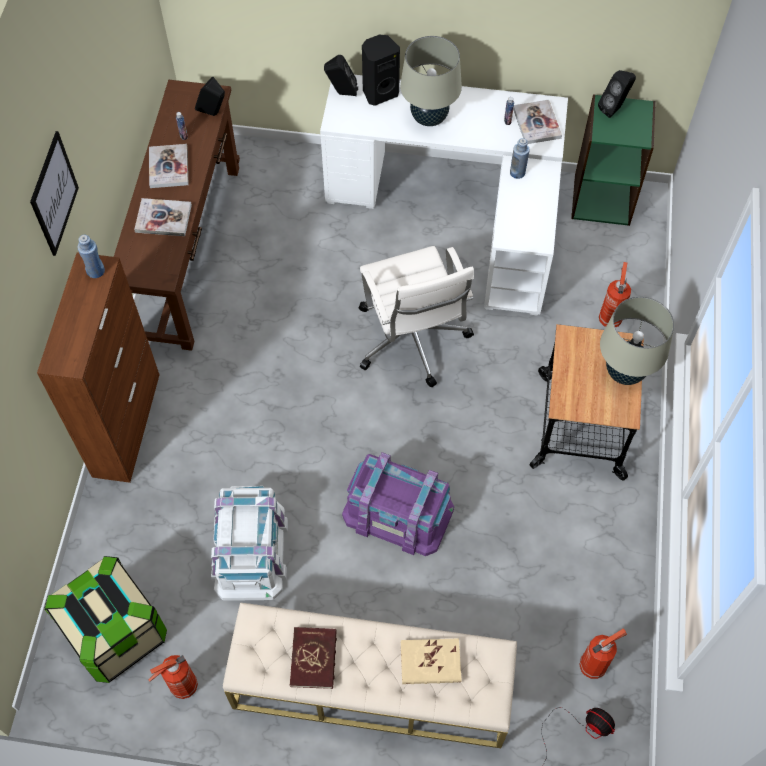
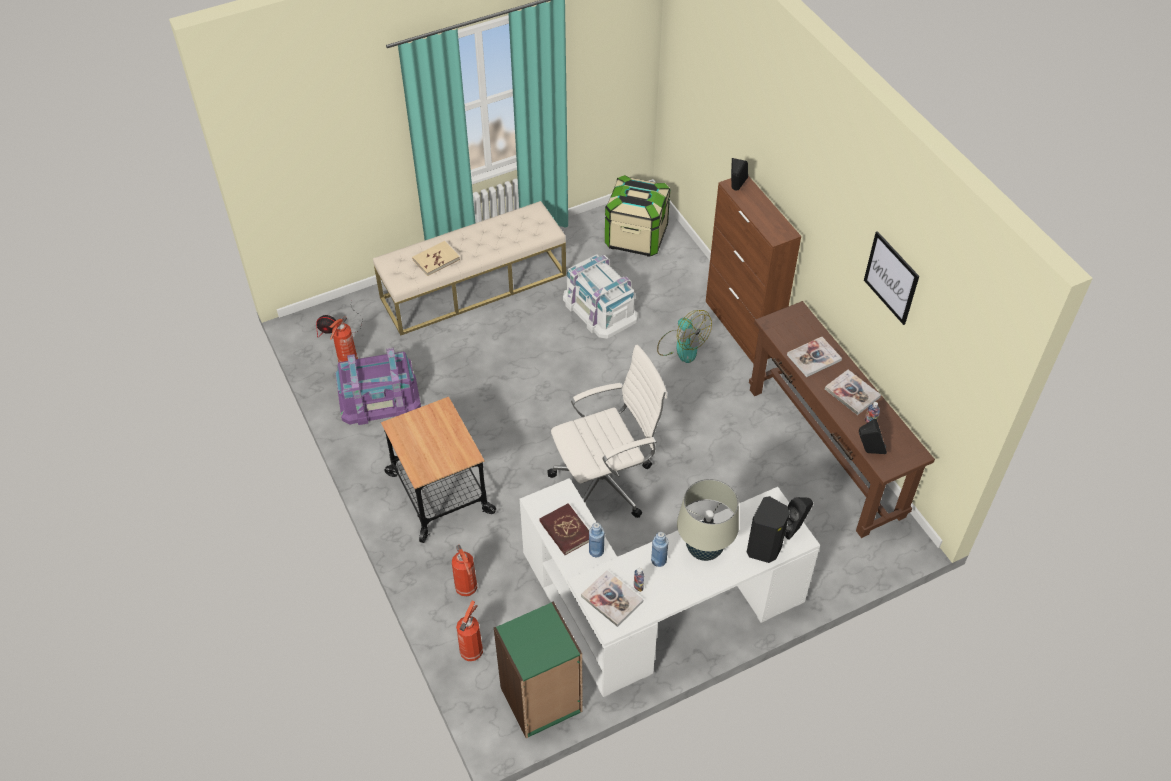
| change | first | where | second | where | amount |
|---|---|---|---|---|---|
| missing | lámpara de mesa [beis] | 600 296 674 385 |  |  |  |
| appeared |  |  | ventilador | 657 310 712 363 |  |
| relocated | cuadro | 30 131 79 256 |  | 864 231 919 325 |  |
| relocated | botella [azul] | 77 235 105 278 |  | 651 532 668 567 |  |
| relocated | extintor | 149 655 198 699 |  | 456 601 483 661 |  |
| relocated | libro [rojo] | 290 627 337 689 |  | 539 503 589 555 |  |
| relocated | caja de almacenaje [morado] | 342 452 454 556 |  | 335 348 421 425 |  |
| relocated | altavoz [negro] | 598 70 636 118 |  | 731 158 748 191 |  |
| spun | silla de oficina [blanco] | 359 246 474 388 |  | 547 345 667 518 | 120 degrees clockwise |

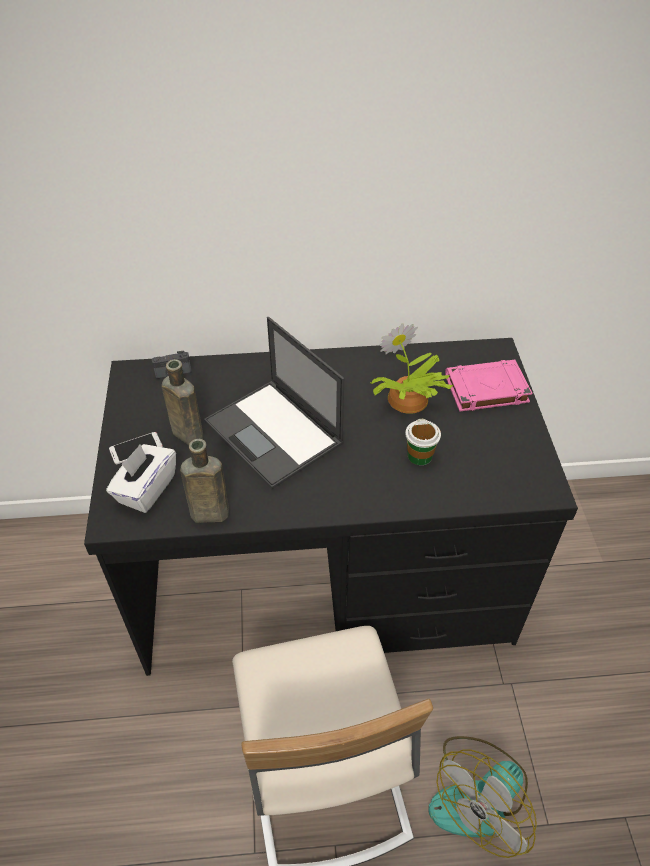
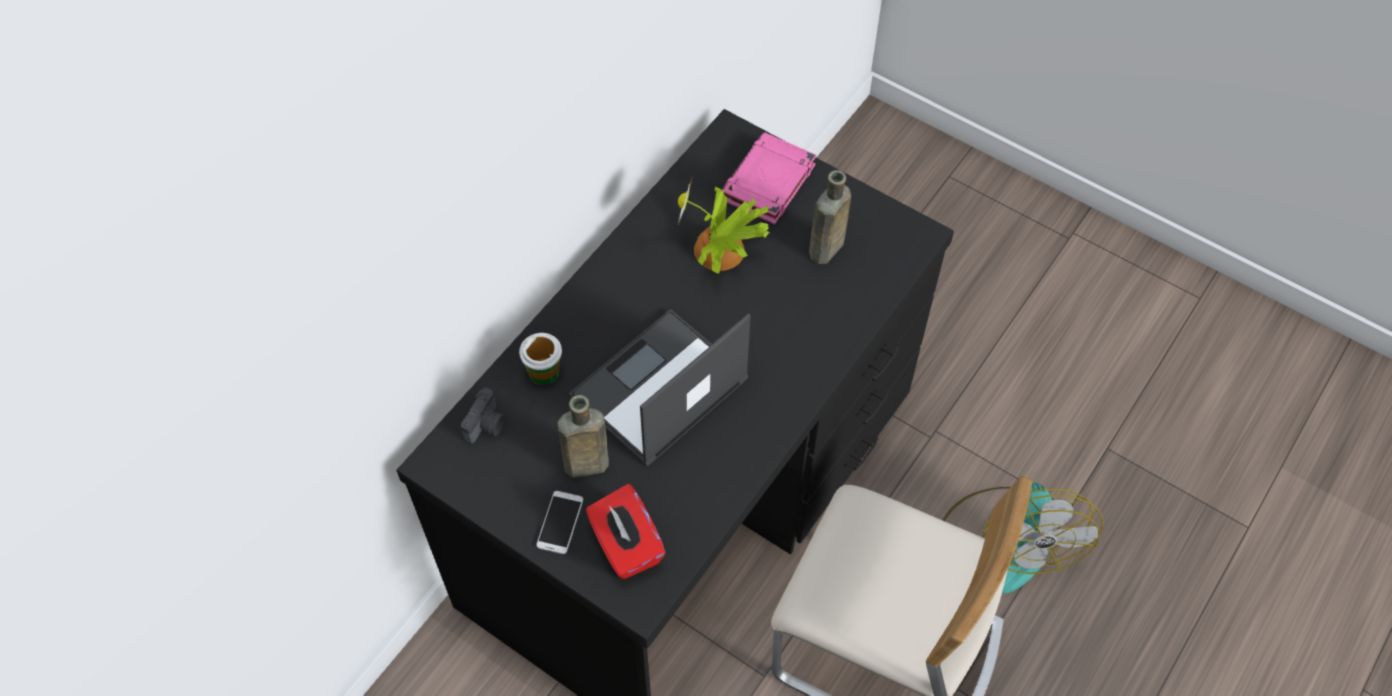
| change | first | where | second | where | amount |
|---|---|---|---|---|---|
| relocated | botella [marrón] | 181 439 229 523 |  | 809 170 851 264 |  |
| relocated | taza | 405 419 441 465 |  | 519 333 562 385 |  |
| colour | caja de pañuelos [blanco] | 106 444 176 513 | caja de pañuelos [rojo] | 586 484 666 579 |  |
| spun | portátil | 204 317 344 490 |  | 569 309 750 466 | 135 degrees clockwise |

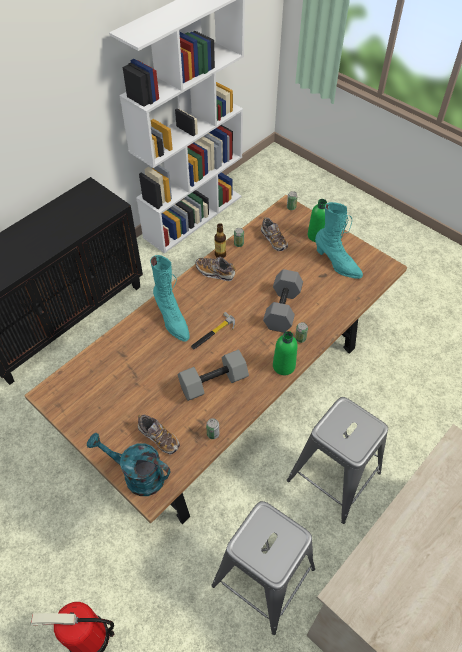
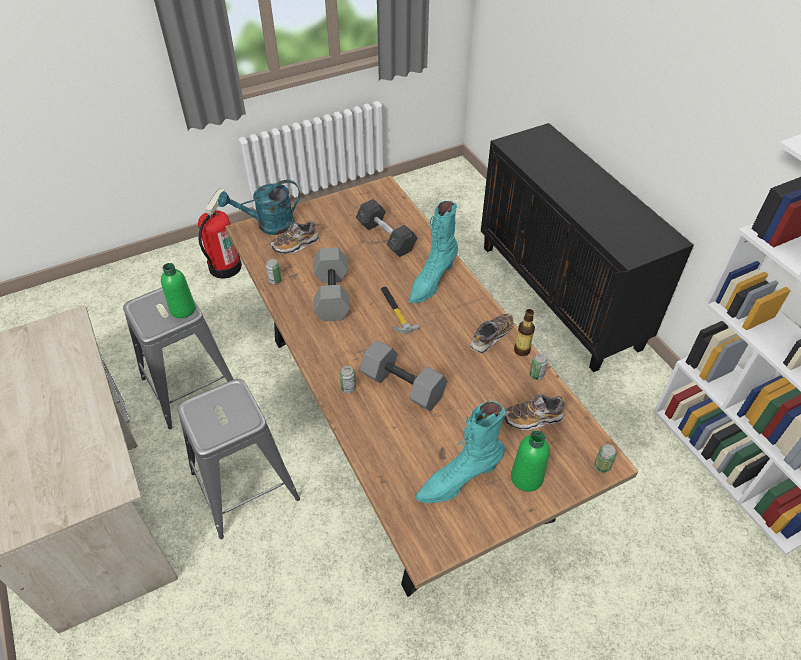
| change | first | where | second | where | amount |
|---|---|---|---|---|---|
| appeared |  |  | mancuerna [gris] | 356 199 417 257 |  |
| relocated | botella [verde] | 273 331 298 375 |  | 161 263 195 318 |  |
| spun | regadera [turquesa] | 87 433 171 496 |  | 218 180 300 235 | 150 degrees counterclockwise |
| spun | bota [turquesa] | 150 255 190 342 |  | 409 201 458 303 | 45 degrees counterclockwise |

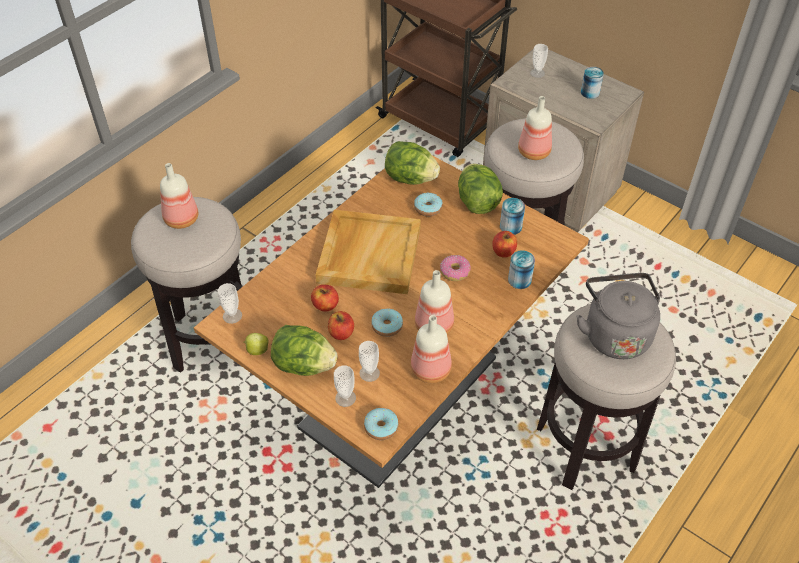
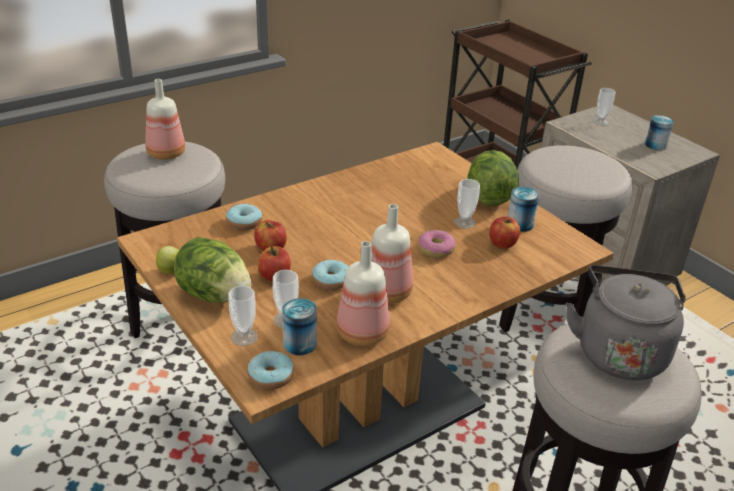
| change | first | where | second | where | amount |
|---|---|---|---|---|---|
| missing | bandeja [beis] | 316 210 421 294 |  |  |  |
| missing | lechuga | 385 141 440 185 |  |  |  |
| missing | botella | 518 96 552 160 |  |  |  |
| relocated | taza | 218 283 242 324 |  | 454 179 480 229 |  |
| relocated | rosquilla | 414 193 443 217 |  | 226 203 262 230 |  |
| relocated | lata | 508 250 535 289 |  | 282 298 317 356 |  |

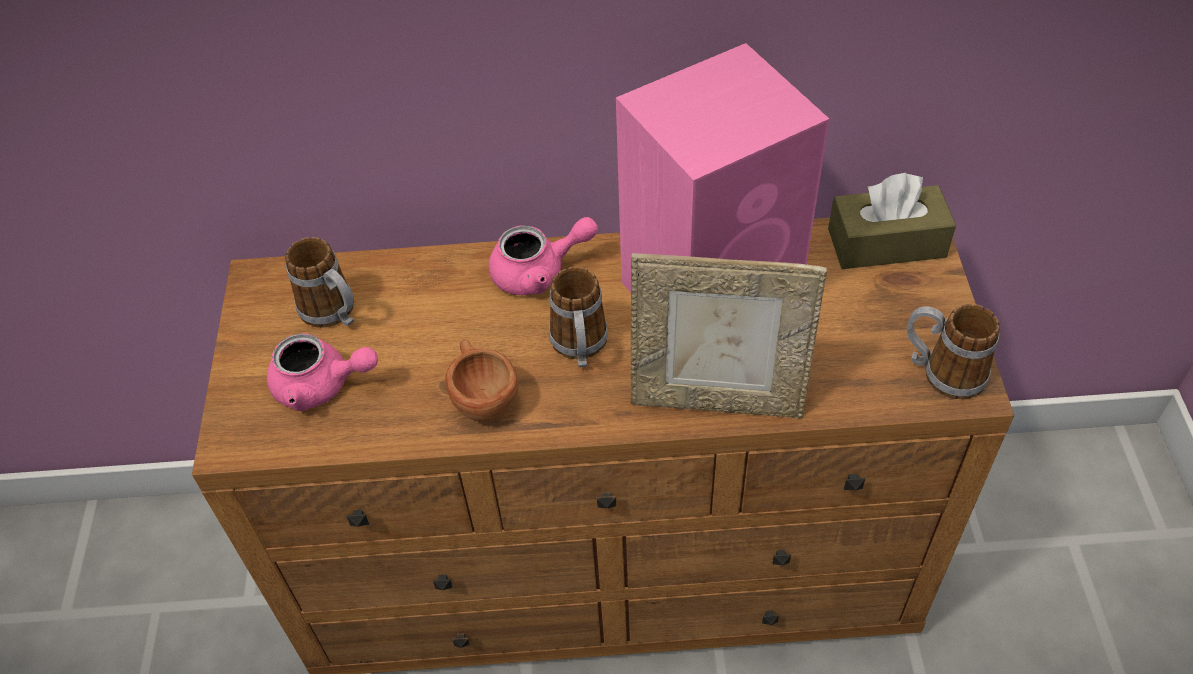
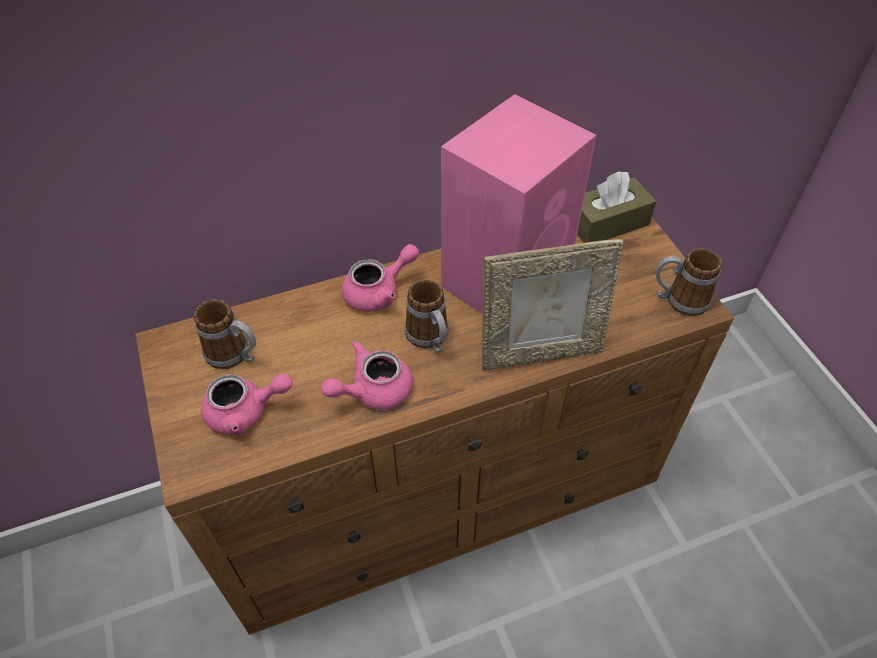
| change | first | where | second | where | amount |
|---|---|---|---|---|---|
| exchanged | taza [marrón] | 445 339 519 422 | tetera [rosa] | 321 340 413 410 |  |

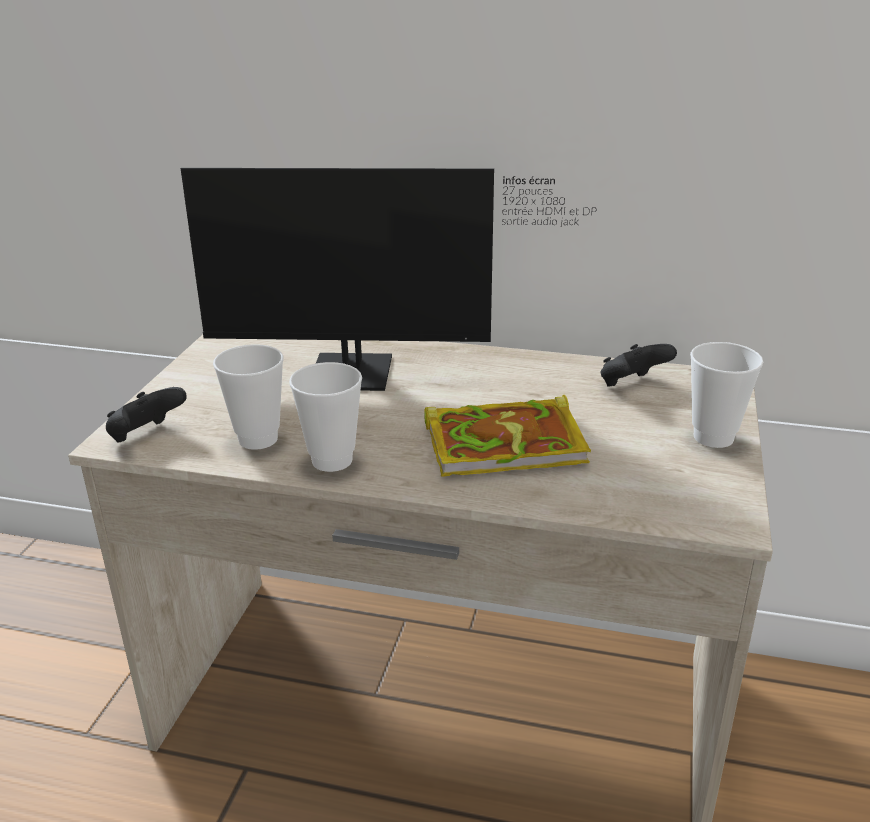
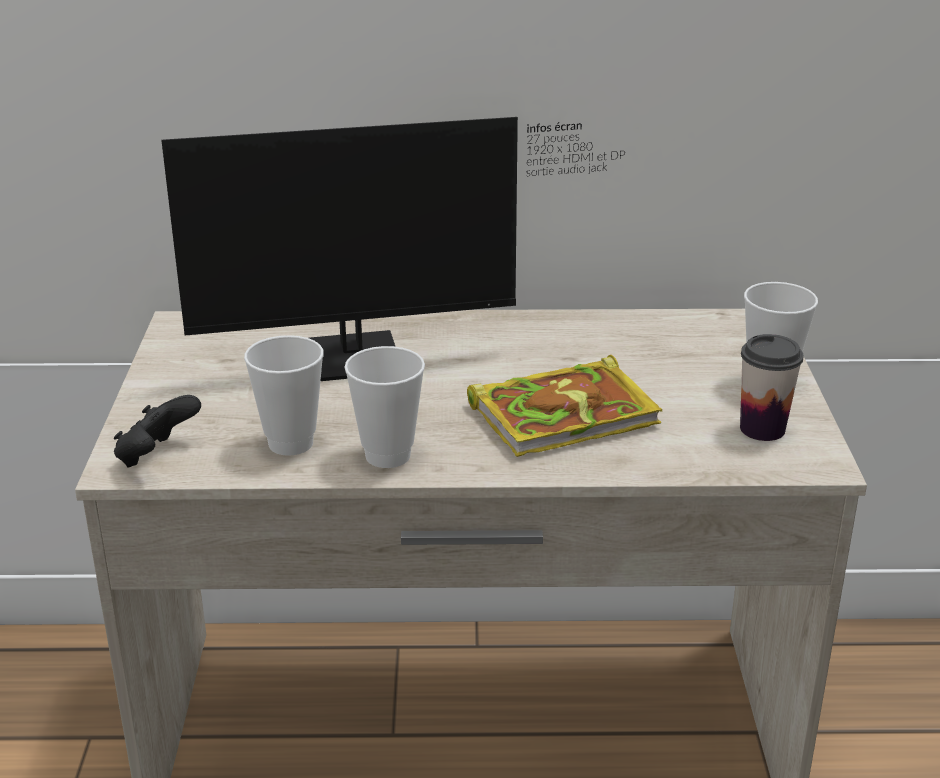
| change | first | where | second | where | amount |
|---|---|---|---|---|---|
| missing | mando de consola [negro] | 600 344 677 387 |  |  |  |
| appeared |  |  | taza | 740 334 804 441 |  |

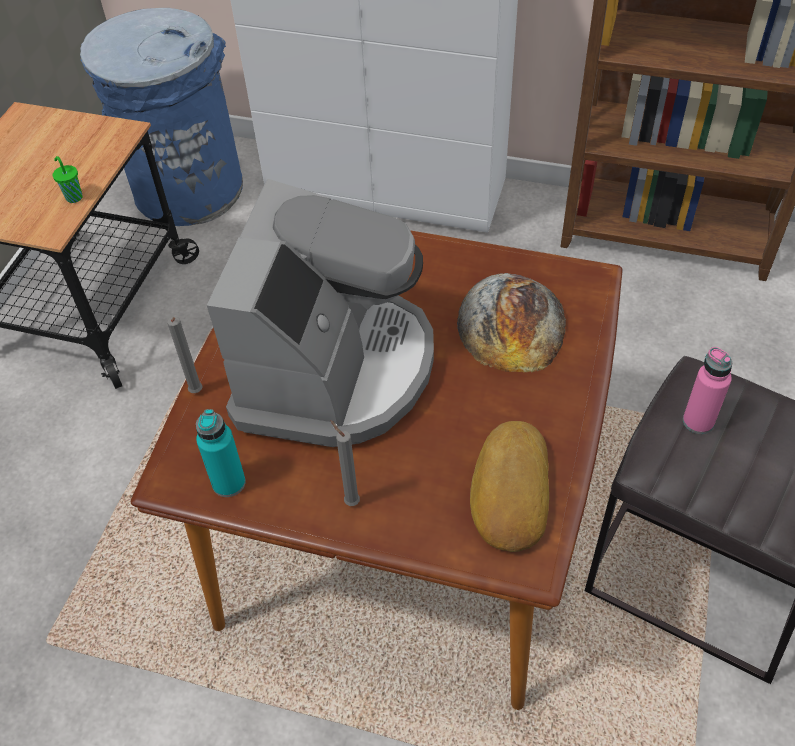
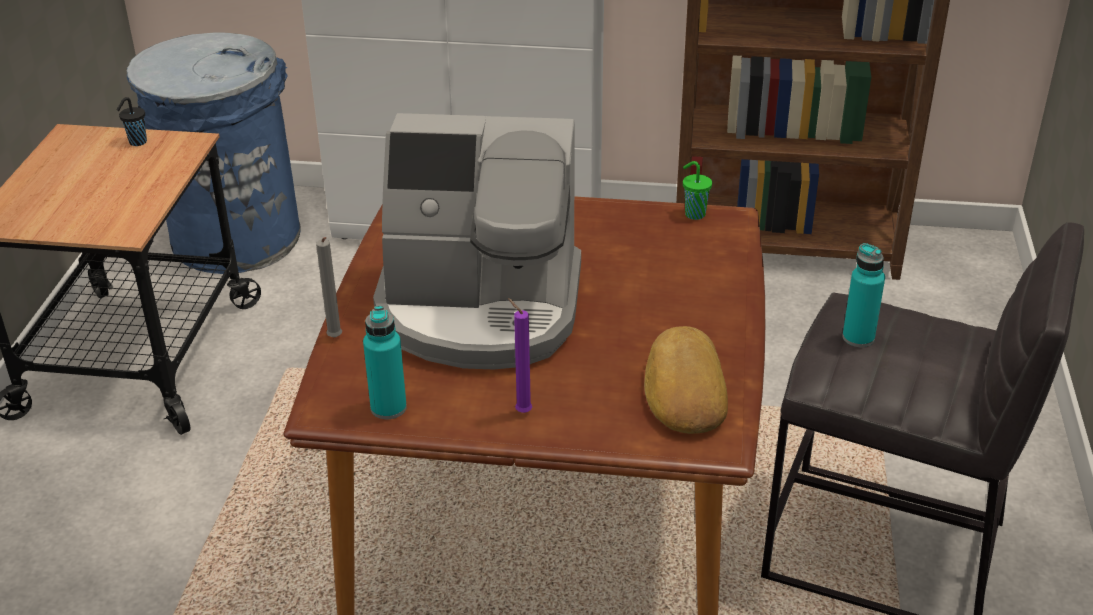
| change | first | where | second | where | amount |
|---|---|---|---|---|---|
| missing | pan | 457 273 566 373 |  |  |  |
| appeared |  |  | taza [negro] | 117 97 147 146 |  |
| relocated | taza [verde] | 53 156 83 203 |  | 683 161 712 220 |  |
| colour | vela [gris] | 331 420 360 506 | vela [morado] | 508 298 532 413 |  |
| colour | botella [rosa] | 683 347 732 434 | botella [turquesa] | 842 243 885 347 |  |
| spun | cafetera | 207 179 434 447 |  | 373 113 581 369 | 90 degrees clockwise |

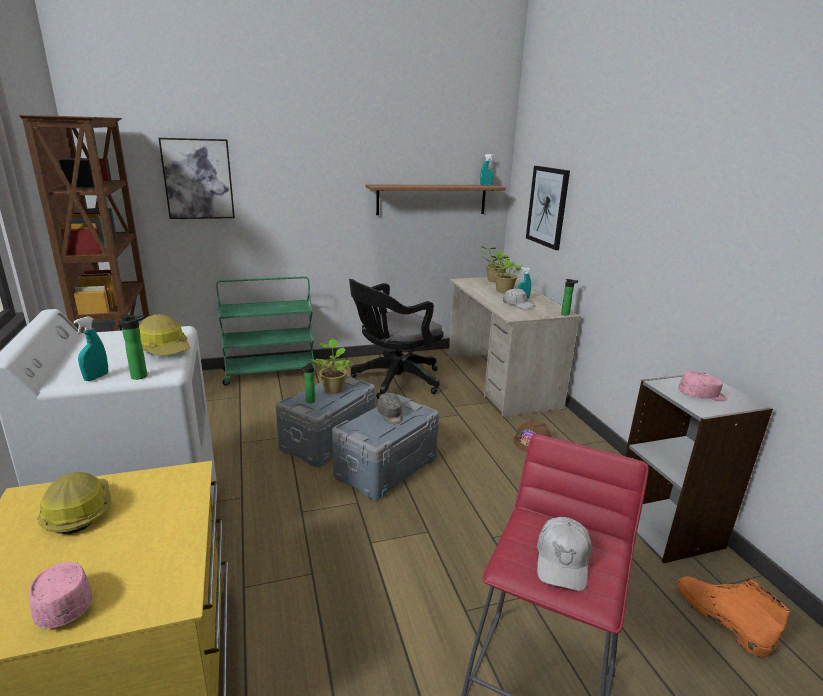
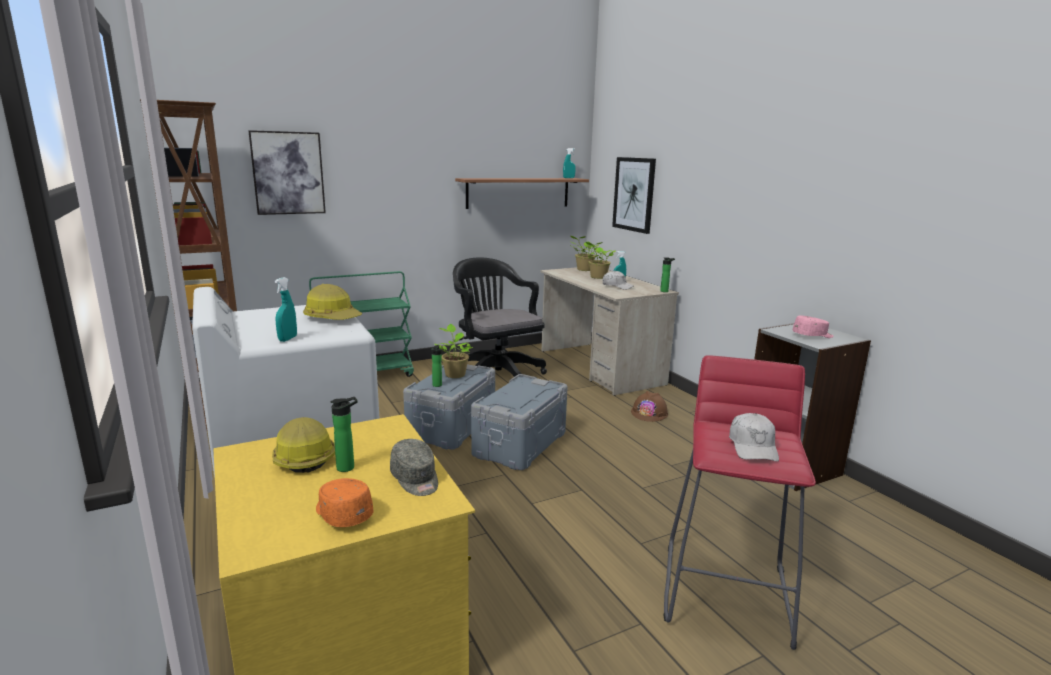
| change | first | where | second | where | amount |
|---|---|---|---|---|---|
| missing | bota [naranja] | 677 576 790 659 |  |  |  |
| relocated | botella | 119 315 147 380 |  | 331 397 358 472 |  |
| relocated | gorra [gris] | 378 393 403 424 |  | 390 439 438 496 |  |
| colour | gorra [rosa] | 29 562 92 628 | gorra [naranja] | 316 478 373 527 |  |
| spun | silla de oficina [negro] | 349 279 444 399 |  | 453 257 547 377 | 105 degrees clockwise |

